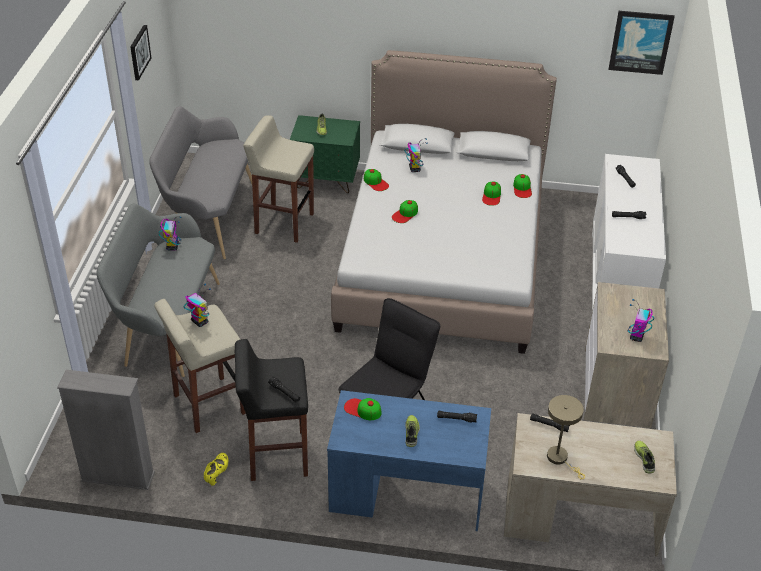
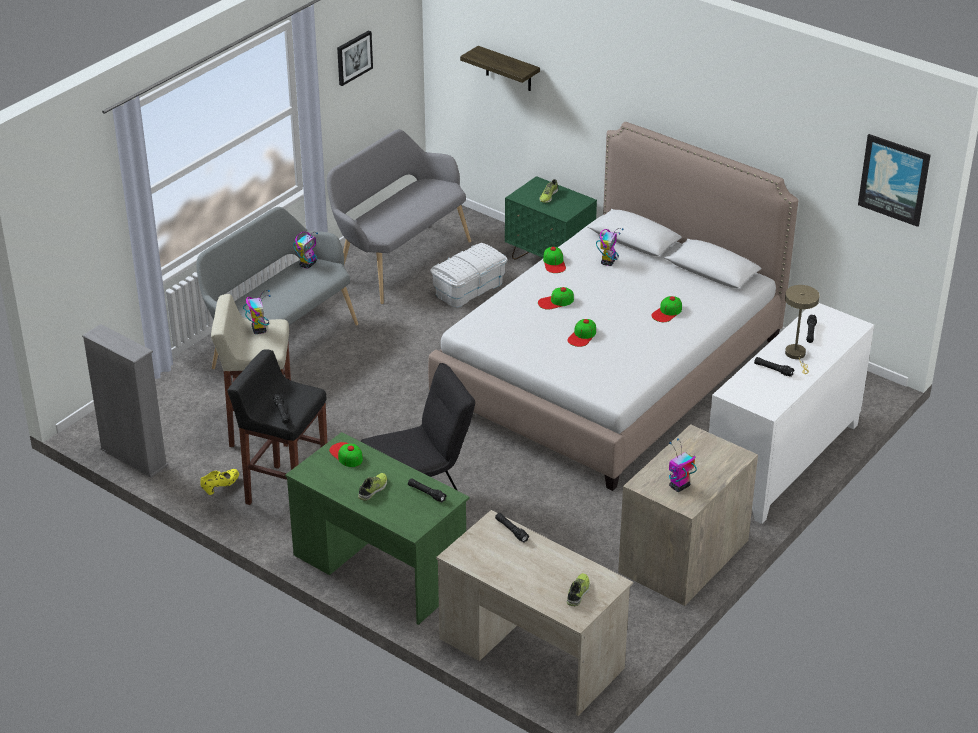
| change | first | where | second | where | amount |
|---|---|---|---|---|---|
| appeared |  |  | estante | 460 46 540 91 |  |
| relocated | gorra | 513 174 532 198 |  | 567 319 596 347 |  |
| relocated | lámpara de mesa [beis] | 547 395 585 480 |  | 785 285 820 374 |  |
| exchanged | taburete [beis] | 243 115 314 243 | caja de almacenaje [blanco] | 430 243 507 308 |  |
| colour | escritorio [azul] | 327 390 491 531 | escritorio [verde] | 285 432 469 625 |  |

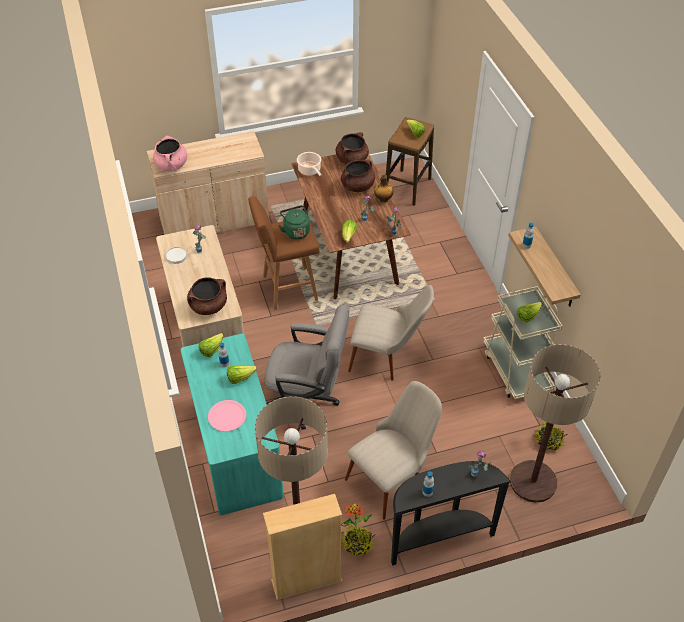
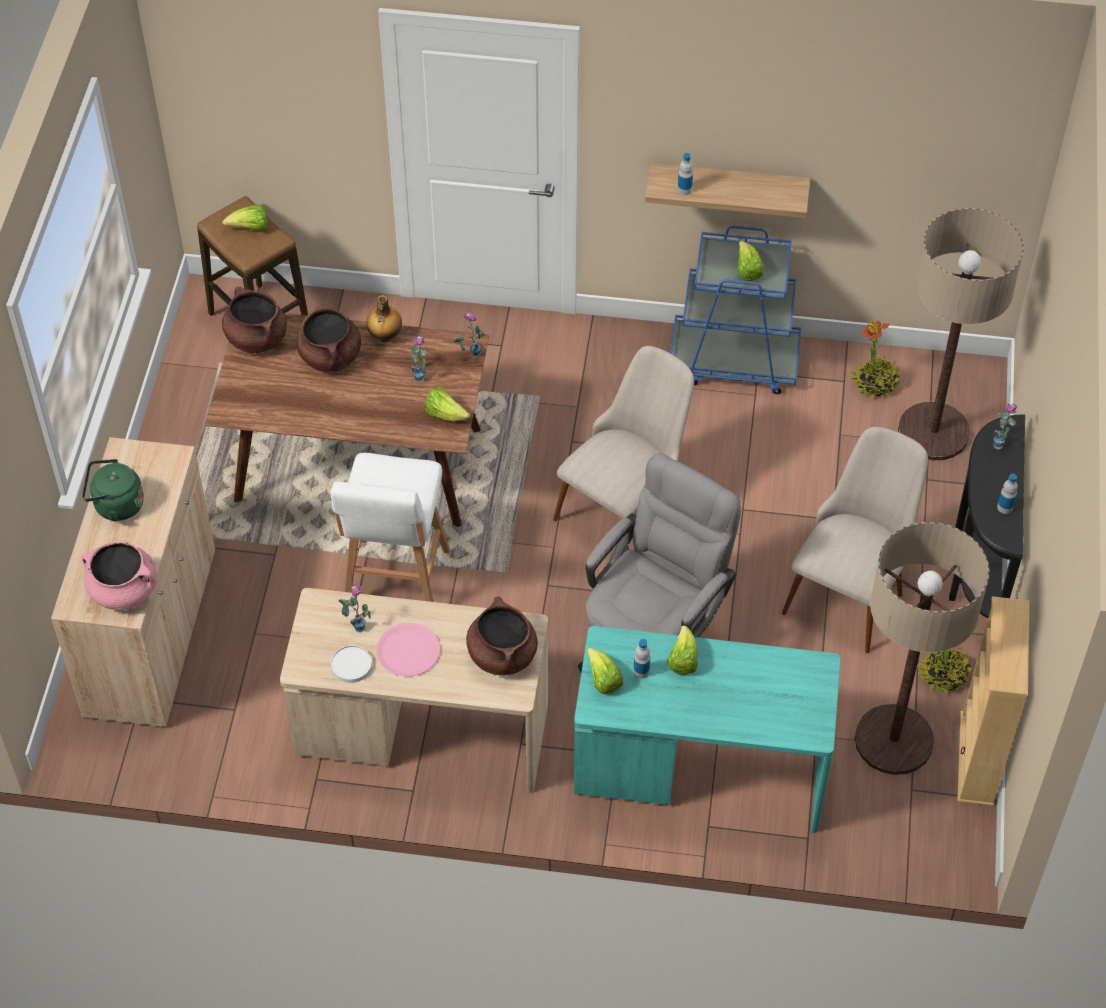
| change | first | where | second | where | amount |
|---|---|---|---|---|---|
| missing | olla | 297 152 322 176 |  |  |  |
| relocated | plato [rosa] | 208 400 246 431 |  | 377 623 440 676 |  |
| relocated | hervidor [verde] | 278 205 310 239 |  | 82 459 144 521 |  |
| colour | taburete [marrón] | 248 196 320 310 | taburete [blanco] | 331 453 450 602 |  |
| colour | carrito [beis] | 483 286 563 399 | carrito [azul] | 670 225 801 394 |  |
| spun | silla [beis] | 345 381 442 520 |  | 782 427 928 653 | 45 degrees clockwise |

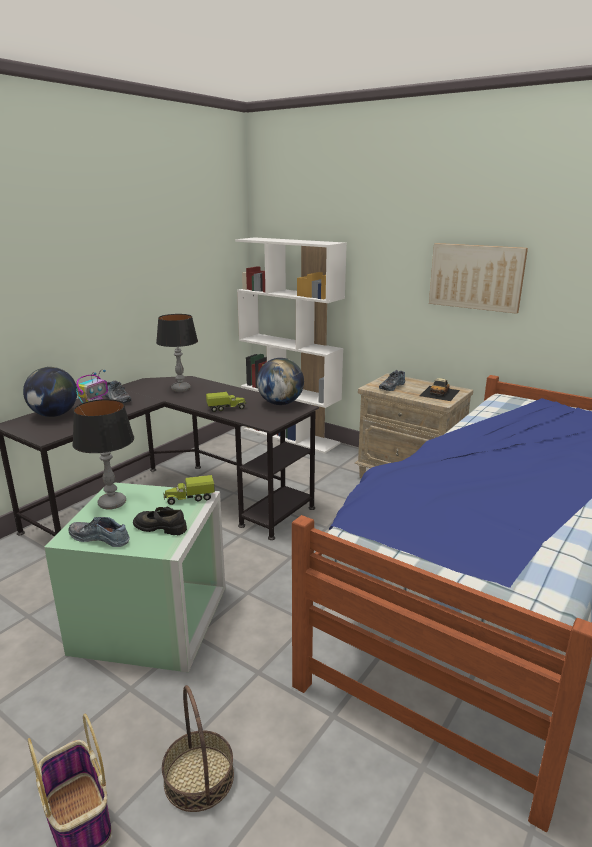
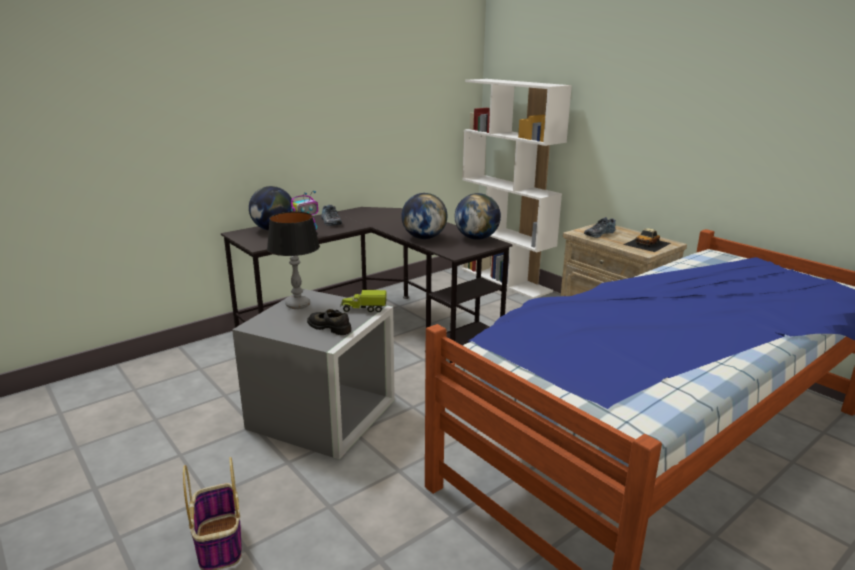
| change | first | where | second | where | amount |
|---|---|---|---|---|---|
| missing | zapato | 68 517 130 547 |  |  |  |
| missing | lámpara de mesa | 156 314 198 392 |  |  |  |
| missing | cesta | 162 685 234 812 |  |  |  |
| missing | cuadro | 429 243 528 314 |  |  |  |
| exchanged | camión de juguete | 206 392 247 412 | globo terráqueo | 401 193 447 239 |  |
| colour | caja de almacenaje [verde] | 44 482 225 672 | caja de almacenaje [gris] | 232 289 395 459 |  |

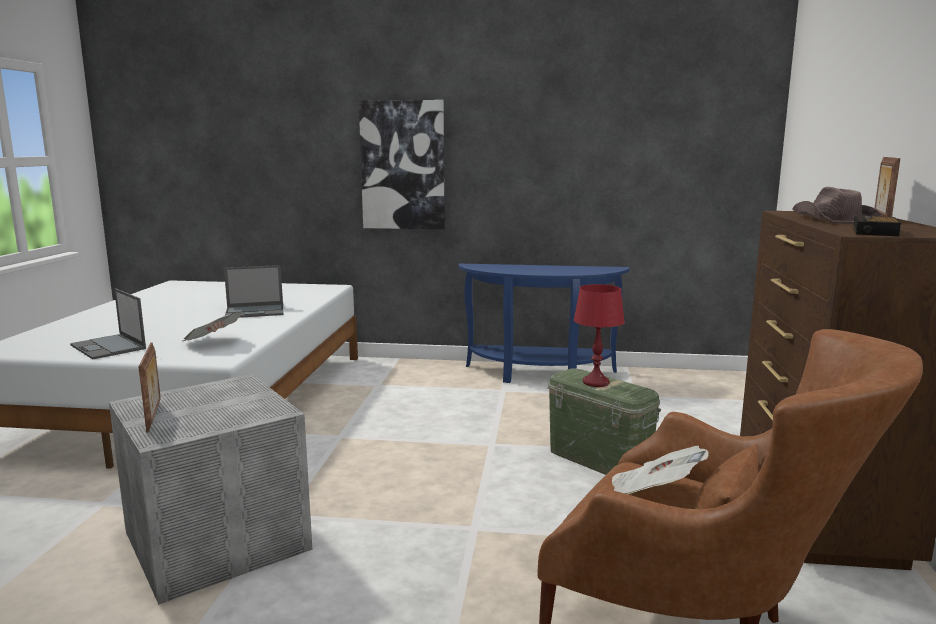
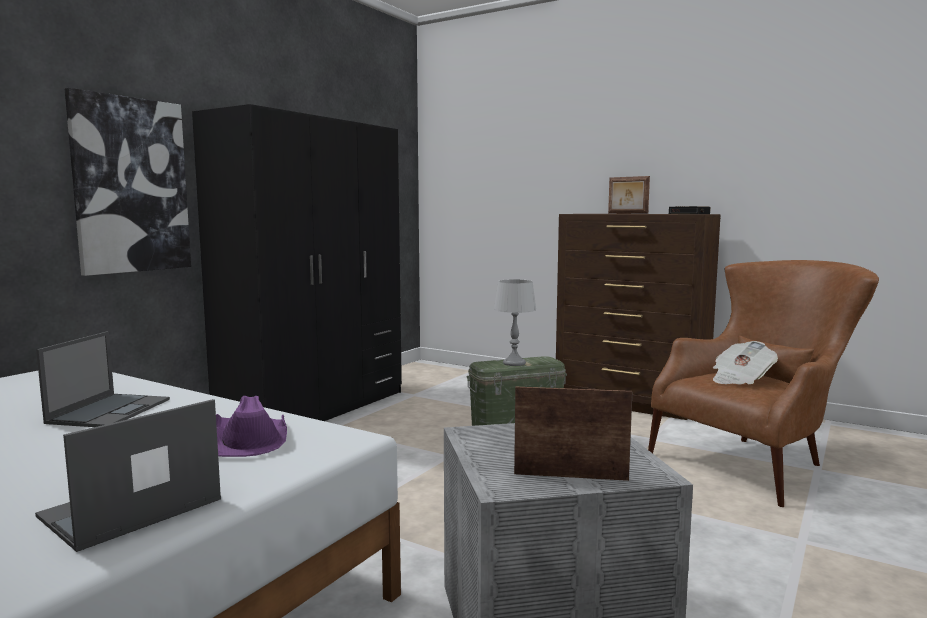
| change | first | where | second | where | amount |
|---|---|---|---|---|---|
| missing | sombrero [marrón] | 792 187 882 224 |  |  |  |
| exchanged | periódico | 182 312 242 341 | sombrero [morado] | 216 396 287 457 |  |
| exchanged | mesa consola [azul] | 458 264 629 383 | armario ropero [negro] | 192 104 402 421 |  |
| colour | lámpara de mesa [rojo] | 574 284 625 387 | lámpara de mesa [gris] | 494 279 537 366 |  |
| spun | portátil | 70 288 146 359 |  | 35 399 221 552 | 150 degrees clockwise |

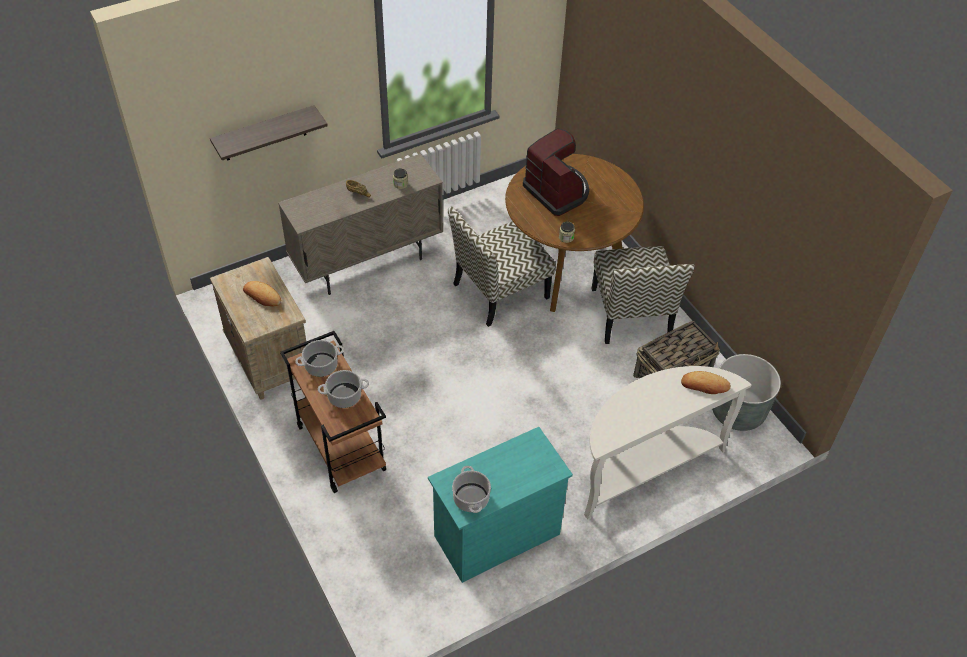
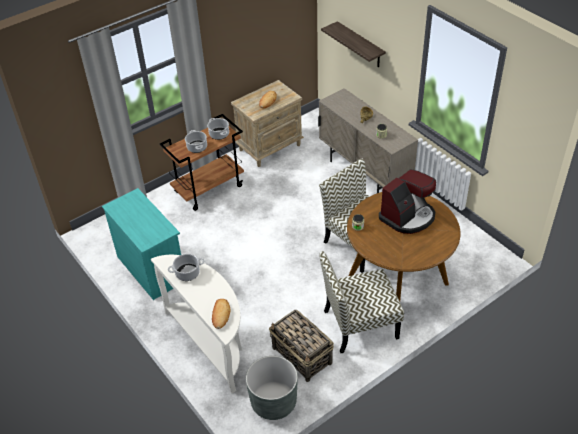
| change | first | where | second | where | amount |
|---|---|---|---|---|---|
| relocated | olla | 452 466 491 513 |  | 168 254 204 281 |  |

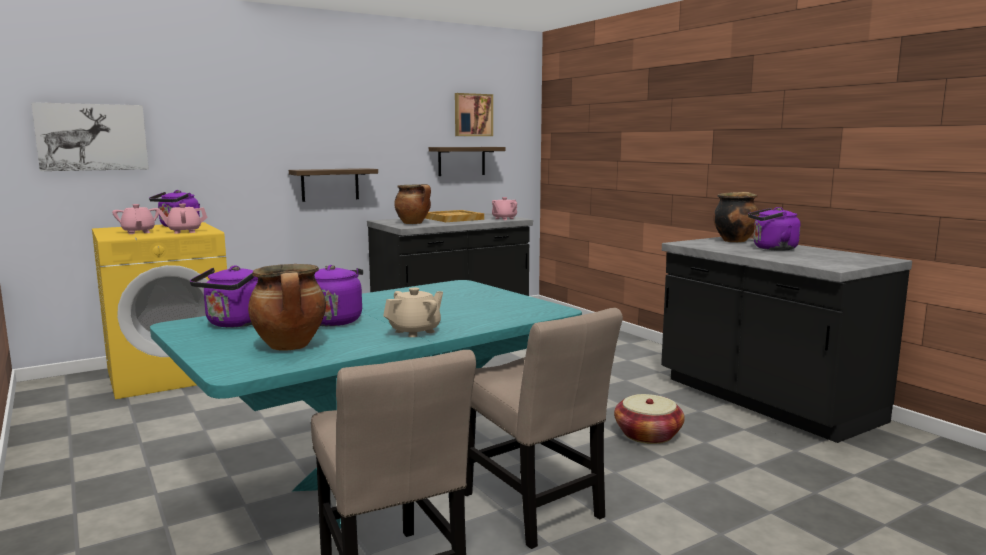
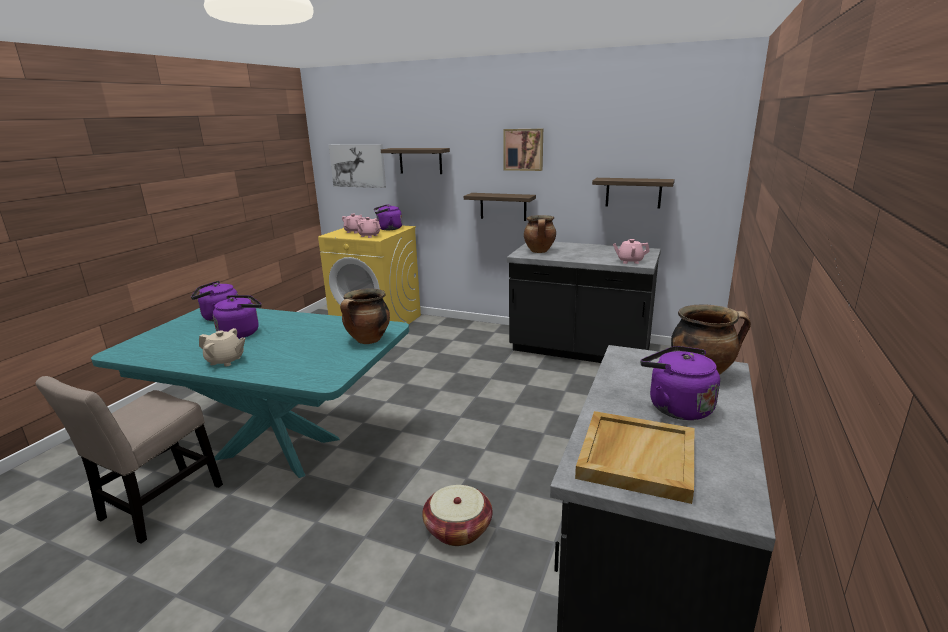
| change | first | where | second | where | amount |
|---|---|---|---|---|---|
| missing | silla [beis] | 464 308 623 549 |  |  |  |
| appeared |  |  | estante | 381 148 450 174 |  |
| relocated | olla | 248 264 326 351 |  | 340 289 390 344 |  |
| relocated | bandeja [beis] | 425 210 484 222 |  | 575 411 694 504 |  |
| relocated | cuadro | 455 93 493 136 |  | 503 129 543 171 |  |

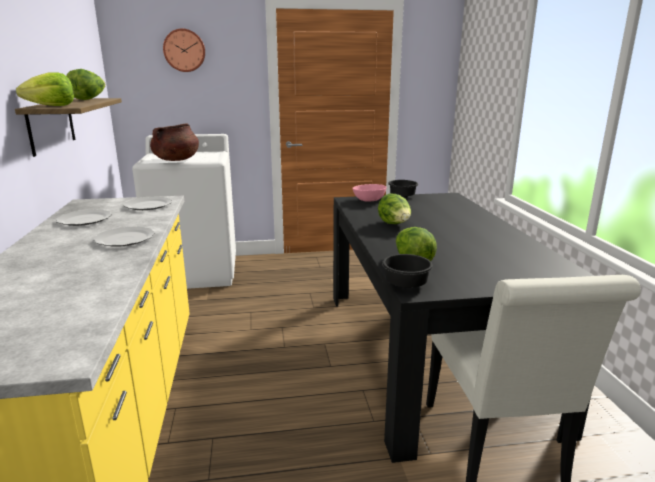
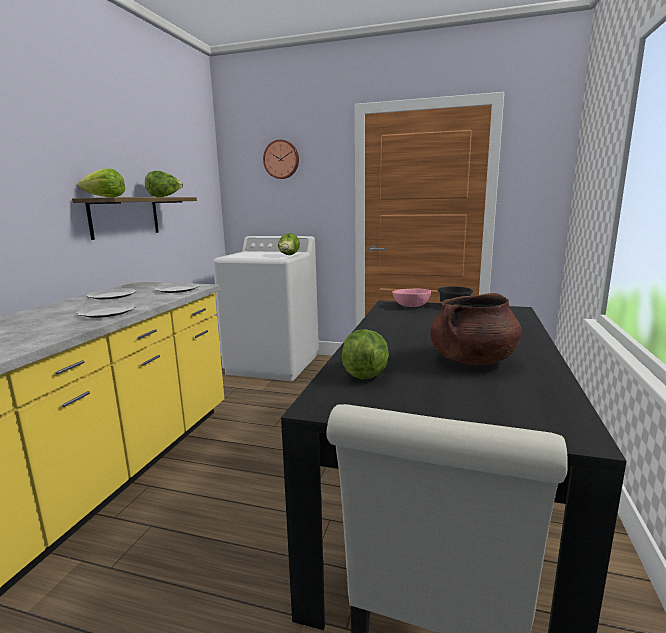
| change | first | where | second | where | amount |
|---|---|---|---|---|---|
| missing | cuenco [negro] | 382 254 433 288 |  |  |  |
| relocated | olla [marrón] | 150 123 199 161 |  | 430 293 522 365 |  |
| relocated | lechuga | 378 193 411 224 |  | 278 233 300 255 |  |

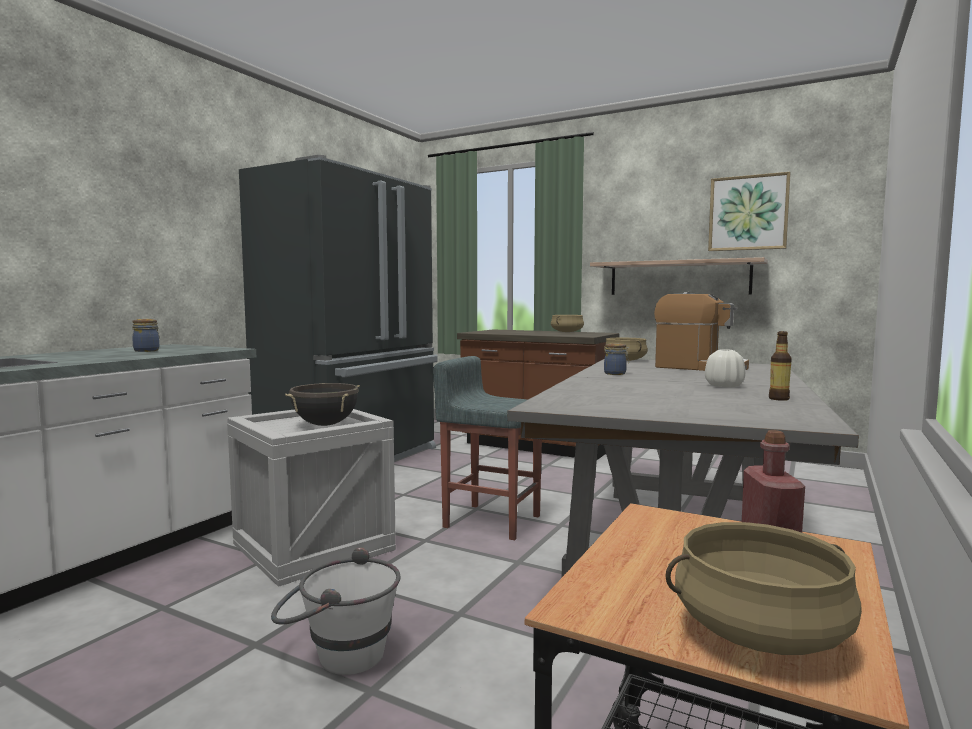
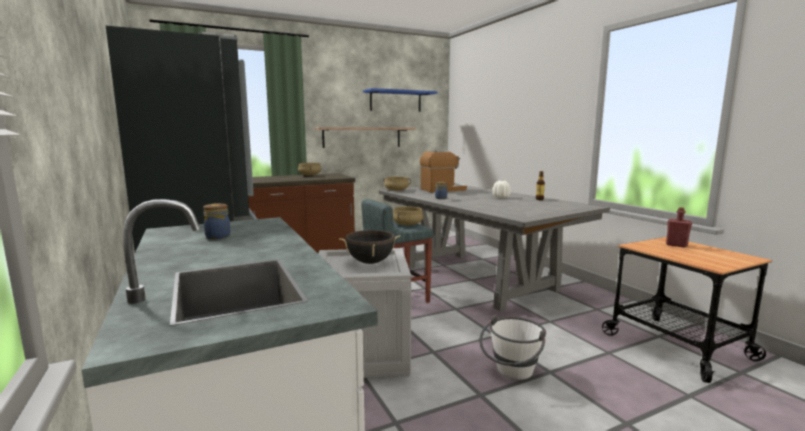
| change | first | where | second | where | amount |
|---|---|---|---|---|---|
| relocated | olla [beis] | 665 522 862 655 |  | 393 206 423 225 |  |
| exchanged | cuadro | 708 172 791 251 | estante [azul] | 363 88 438 112 |  |

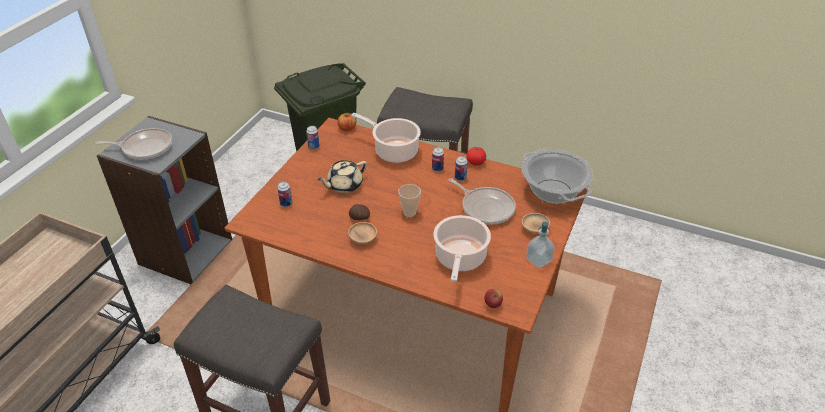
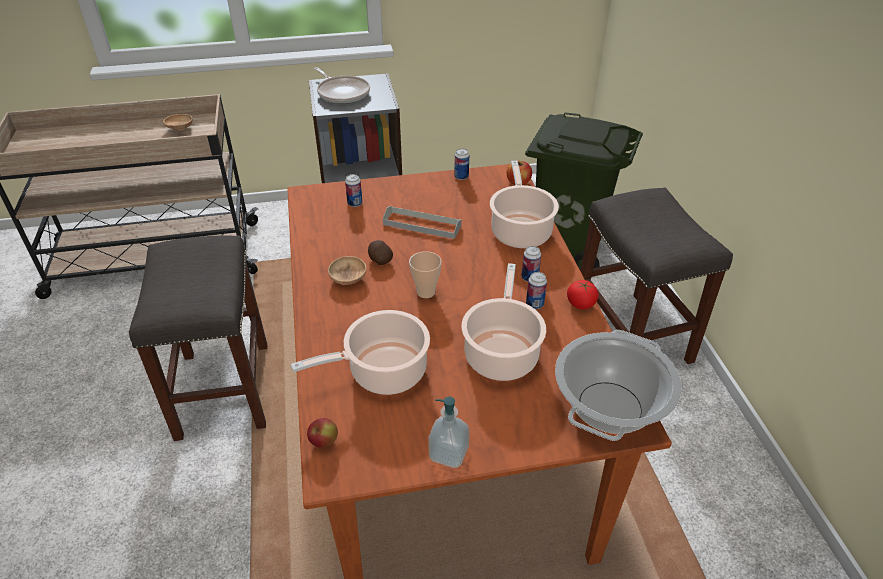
| change | first | where | second | where | amount |
|---|---|---|---|---|---|
| relocated | cuenco [marrón] | 522 213 550 234 |  | 163 114 193 130 |  |
| exchanged | tetera [beis] | 317 160 367 193 | bandeja [gris] | 383 206 462 239 |  |
| exchanged | sartén | 448 178 516 225 | olla | 461 263 546 381 |  |

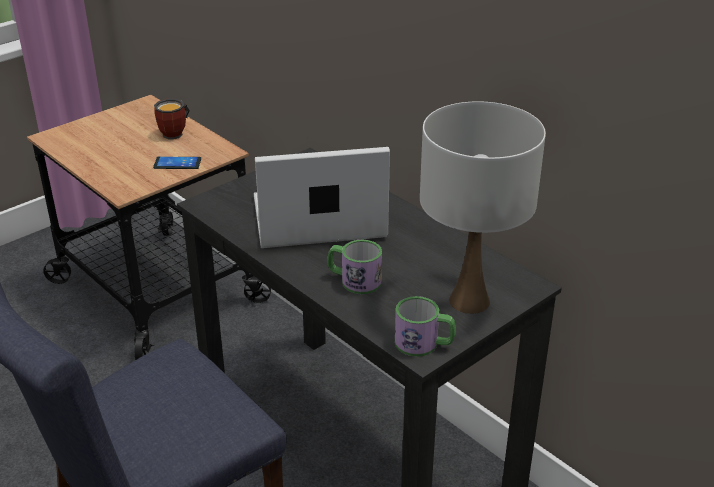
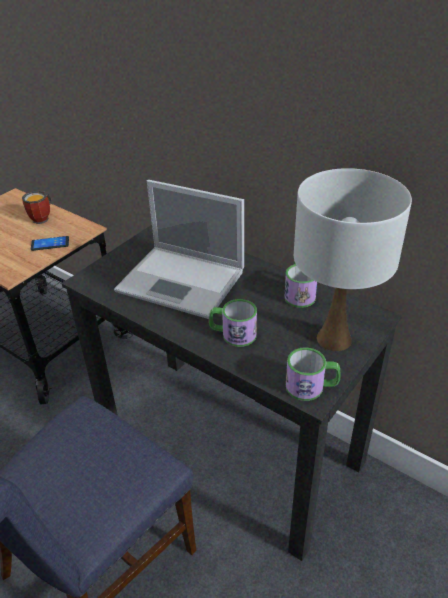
| change | first | where | second | where | amount |
|---|---|---|---|---|---|
| appeared |  |  | taza grande | 284 262 317 308 |  |
| spun | portátil | 254 147 390 248 |  | 114 180 244 319 | 135 degrees counterclockwise |

